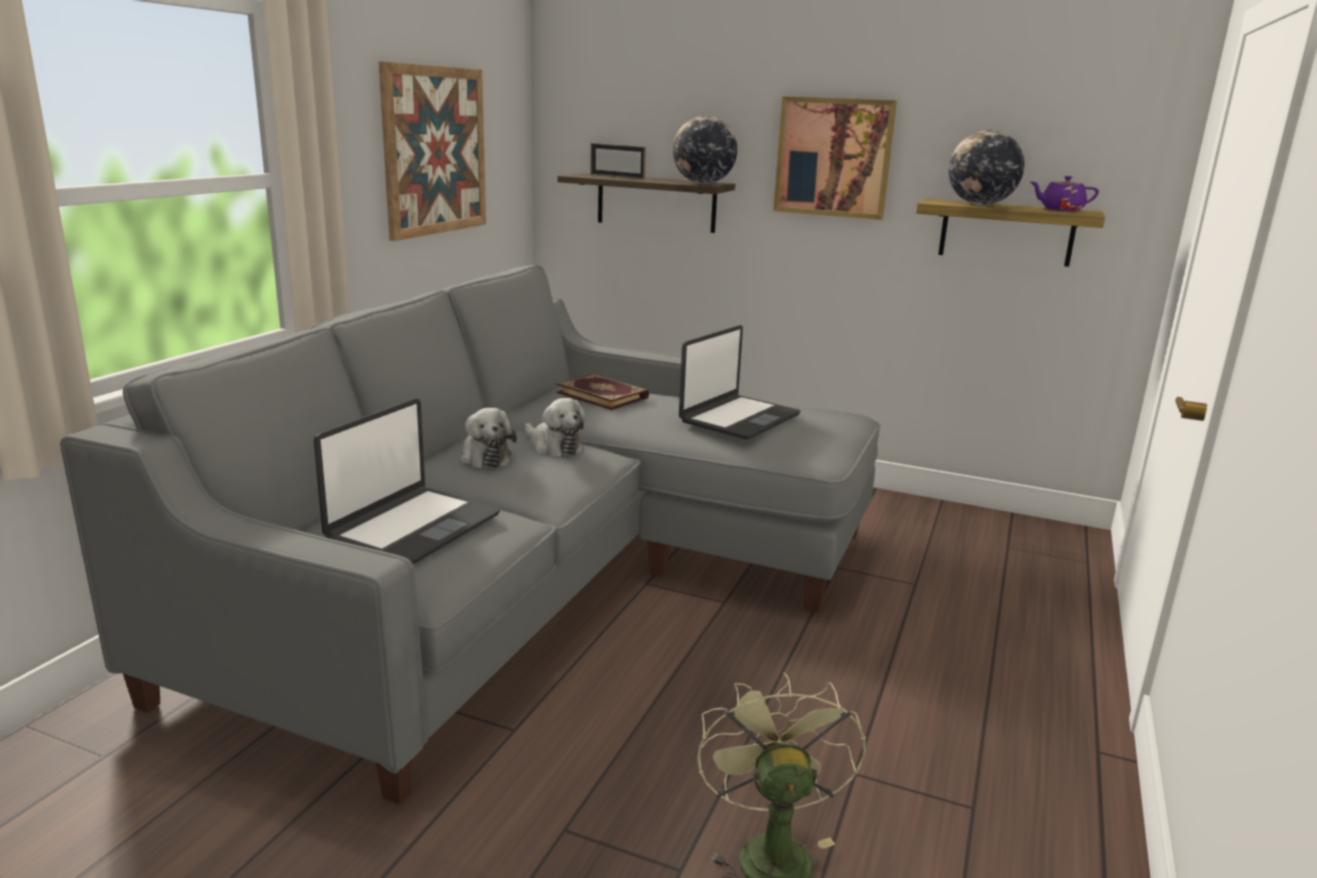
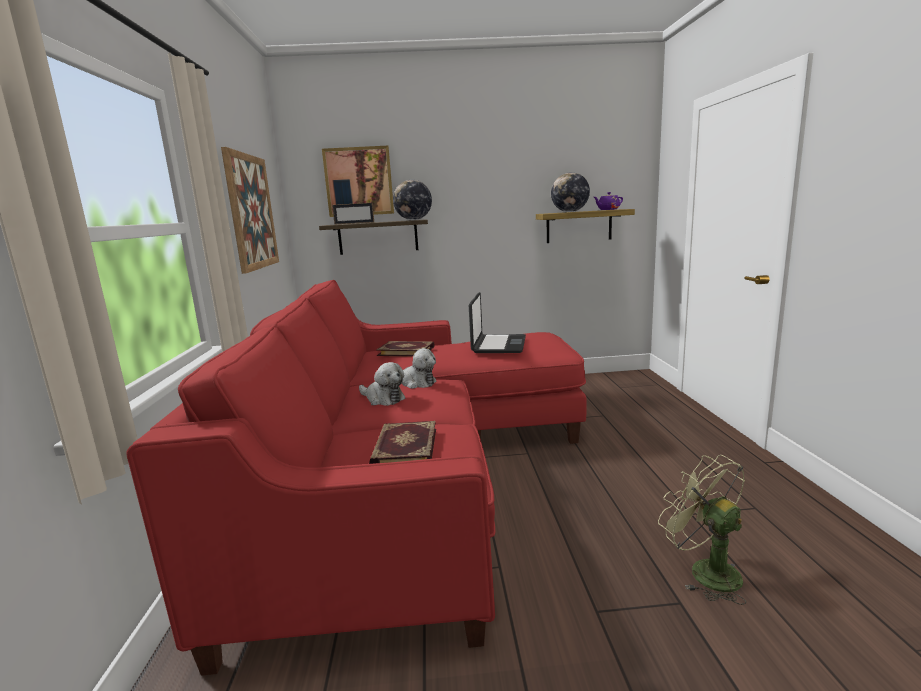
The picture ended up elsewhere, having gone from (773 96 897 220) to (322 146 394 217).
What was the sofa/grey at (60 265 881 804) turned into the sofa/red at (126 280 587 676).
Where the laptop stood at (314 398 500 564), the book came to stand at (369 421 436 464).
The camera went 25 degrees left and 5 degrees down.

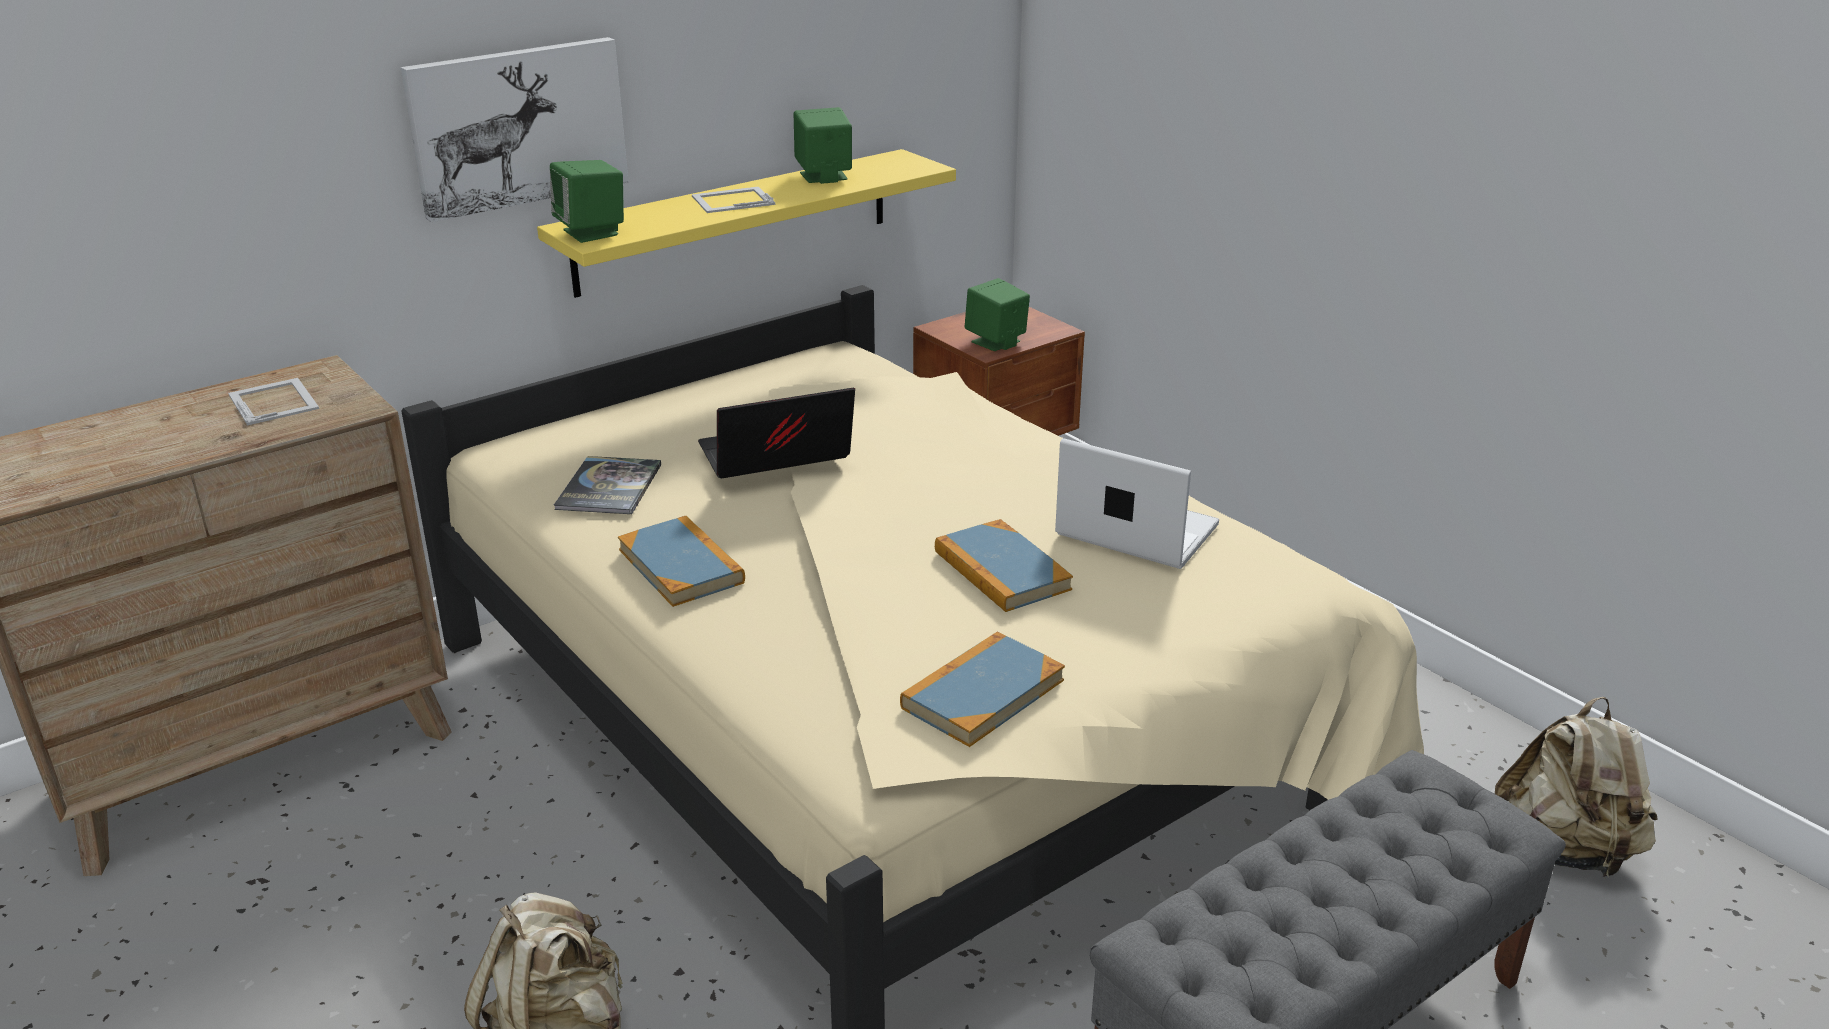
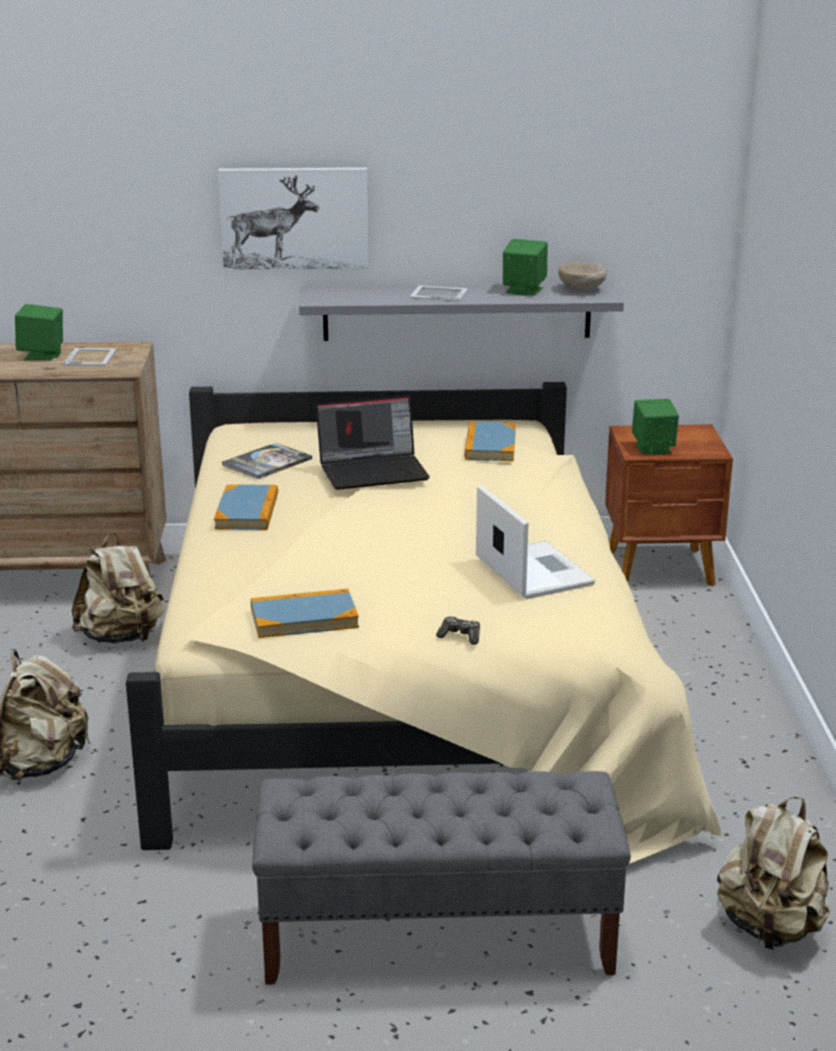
What was the shelf/yellow at (537 149 956 298) turned into the shelf/grey at (299 283 624 341).
The speaker/green ended up elsewhere, having gone from (550 160 624 243) to (15 304 63 360).
The laptop at (698 388 855 478) ended up facing another way, 150 degrees clockwise from before.
The book ended up elsewhere, having gone from (935 519 1073 612) to (464 422 516 461).
The second view gained the bowl/beige at (558 262 607 291).
The second view gained the backpack/beige at (72 532 164 643).
The second view gained the game controller at (436 616 480 645).
The camera went 35 degrees right and 5 degrees down.

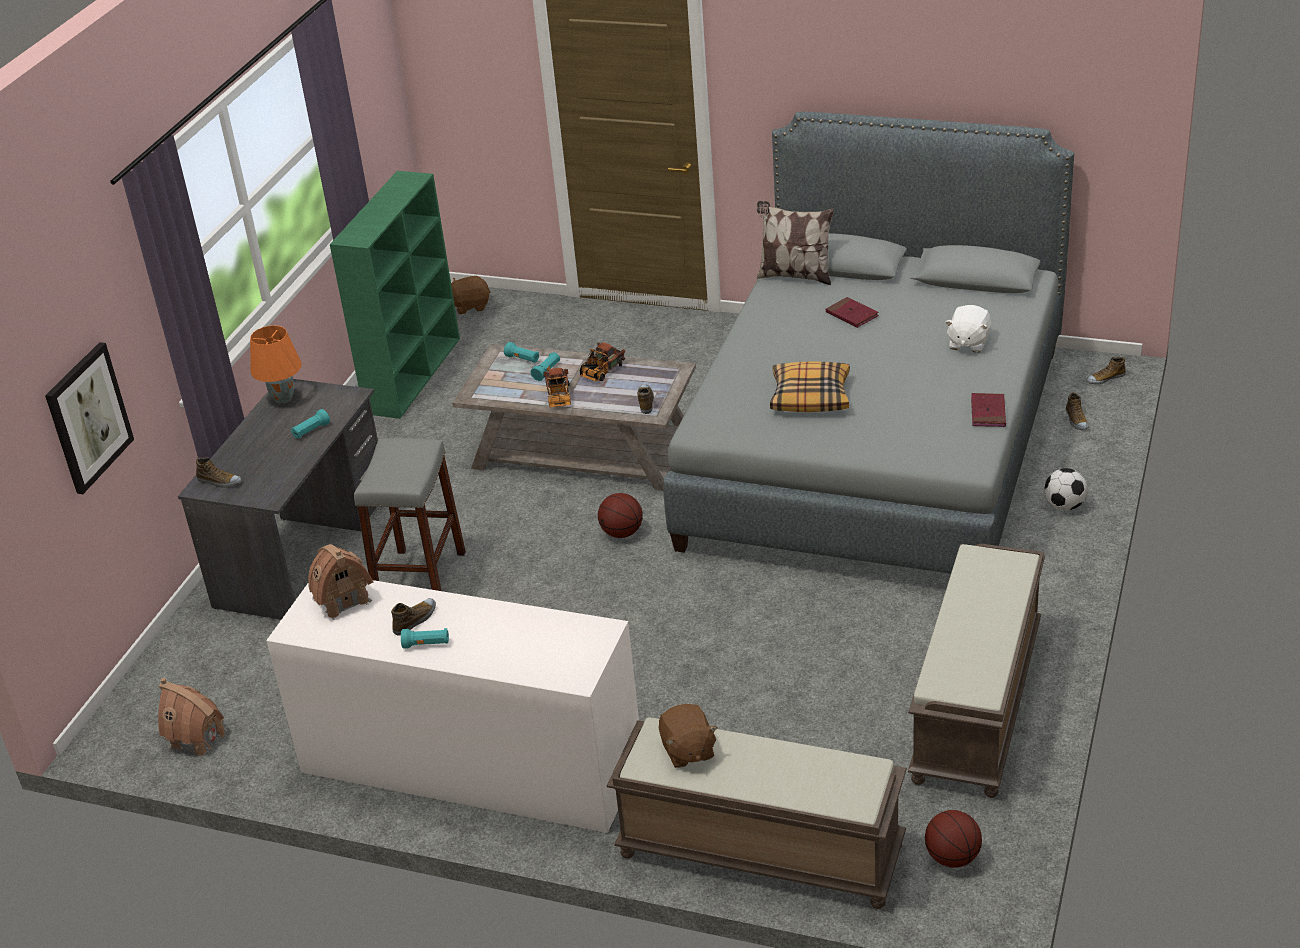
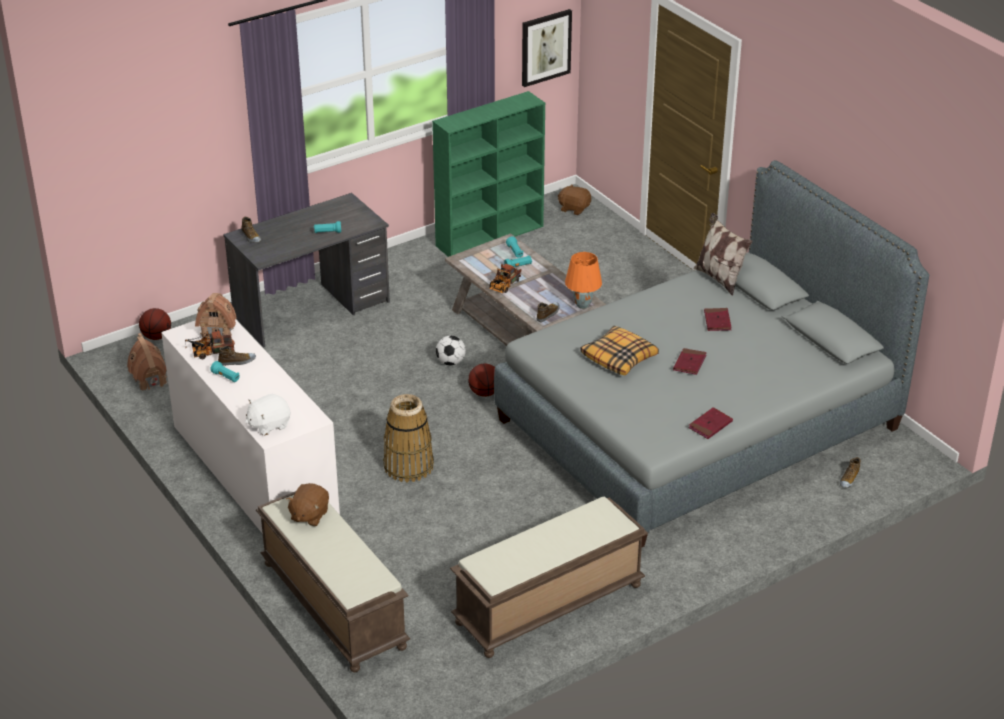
The plush toy/white ended up elsewhere, having gone from (945 305 991 353) to (245 394 291 436).
The table lamp/orange ended up elsewhere, having gone from (250 325 302 404) to (565 252 602 309).
The picture ended up elsewhere, having gone from (45 342 134 494) to (522 9 572 87).
The toy truck ended up elsewhere, having gone from (580 343 625 381) to (185 329 235 359).
The second view lost the shoe at (1086 357 1126 384).
The second view lost the stool/grey at (354 438 466 591).
The football ended up elsewhere, having gone from (1044 468 1088 510) to (436 336 466 365).
The basketball ended up elsewhere, having gone from (925 810 982 868) to (139 308 171 340).
The second view gained the book/red at (673 348 707 375).
The second view gained the basket at (383 394 434 482).
The camera went 35 degrees right and 0 degrees up.

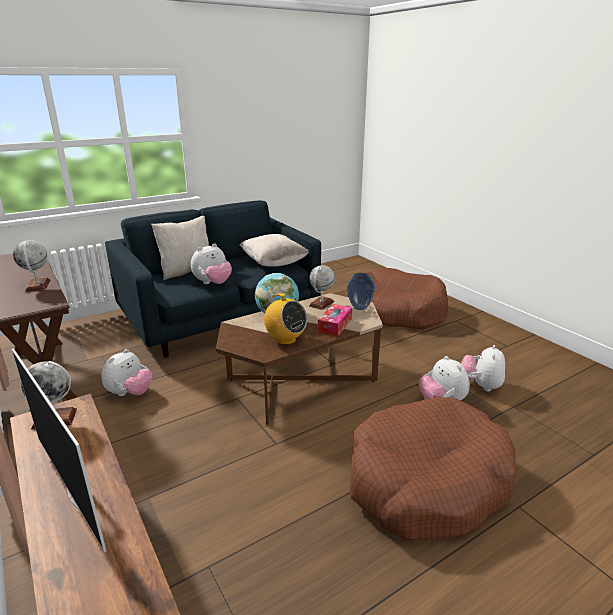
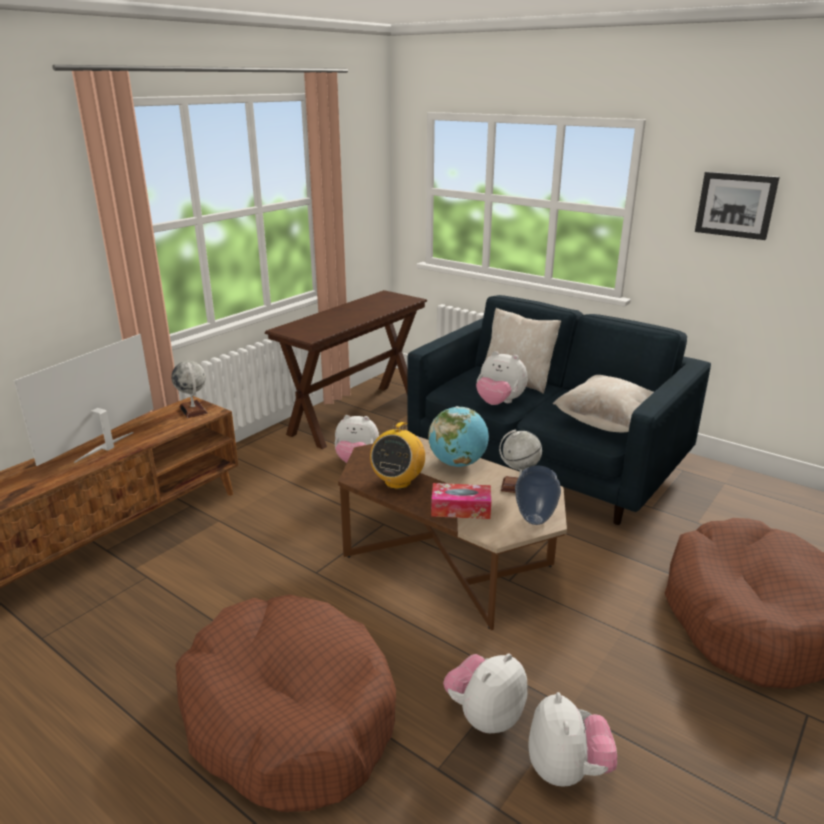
The second view lost the globe at (13 240 50 292).
The plush toy at (461 345 505 392) ended up facing another way, 90 degrees clockwise from before.
The second view gained the picture at (695 172 780 240).
The camera went 70 degrees right and 0 degrees up.

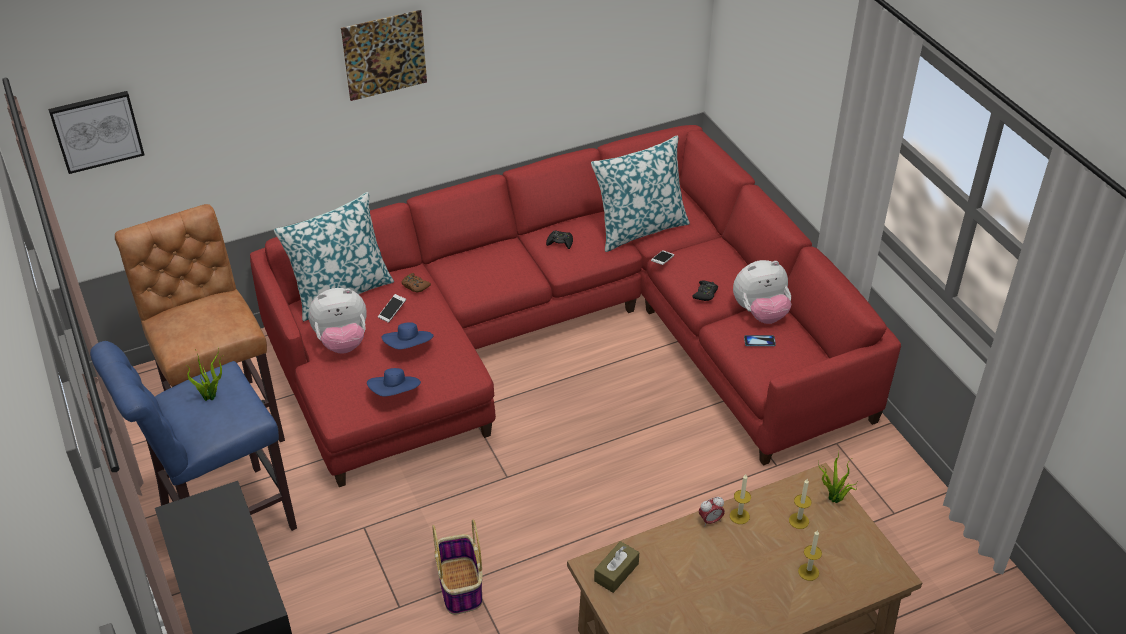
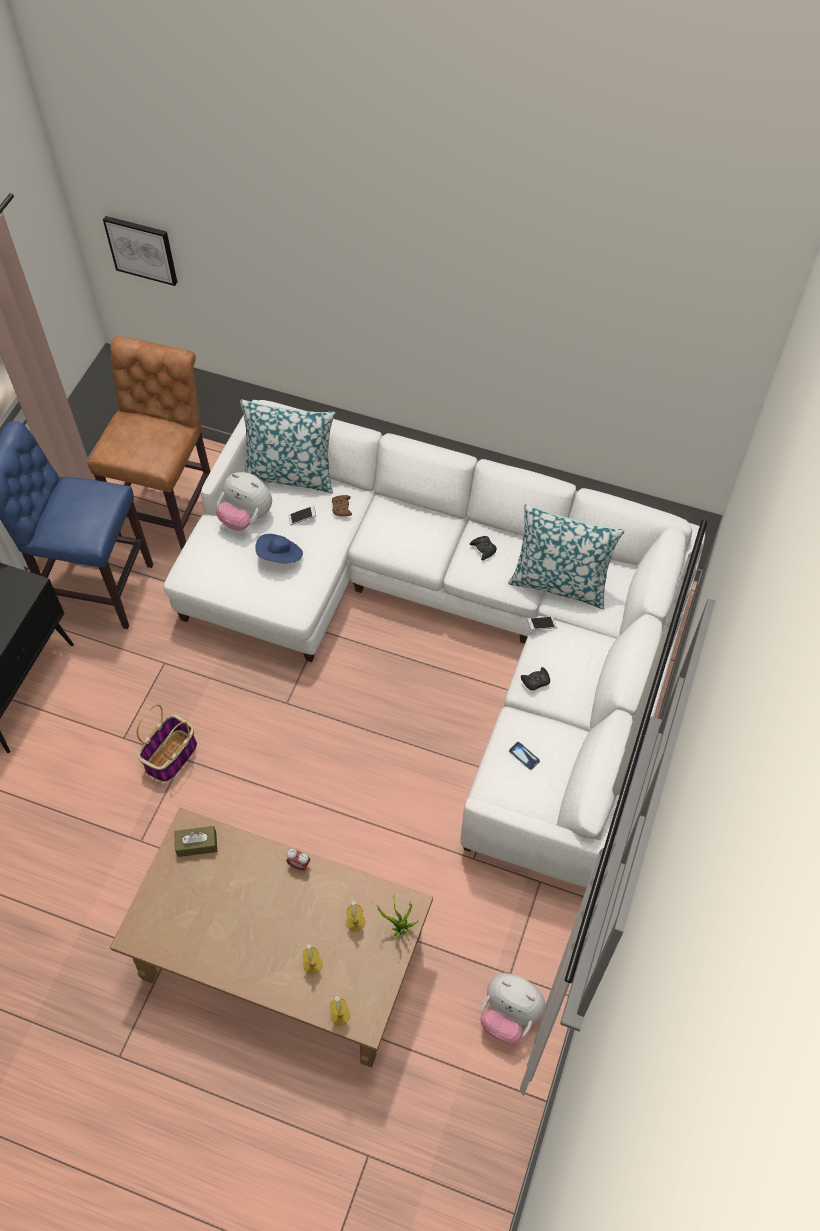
The second view lost the picture at (341 10 427 101).
What was the sofa/red at (250 125 901 487) turned into the sofa/white at (164 400 705 888).
The plush toy ended up elsewhere, having gone from (733 260 791 324) to (480 973 545 1044).
The second view lost the potted plant at (187 349 222 401).
The second view lost the hat/blue at (367 368 421 397).
The candle ended up elsewhere, having gone from (730 474 751 524) to (330 997 350 1025).
The camera went 45 degrees right and 15 degrees up.

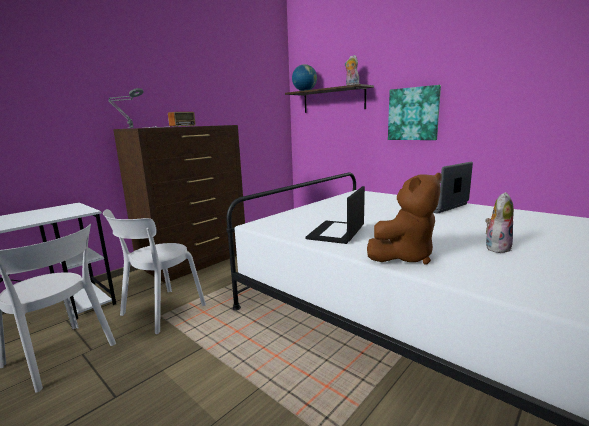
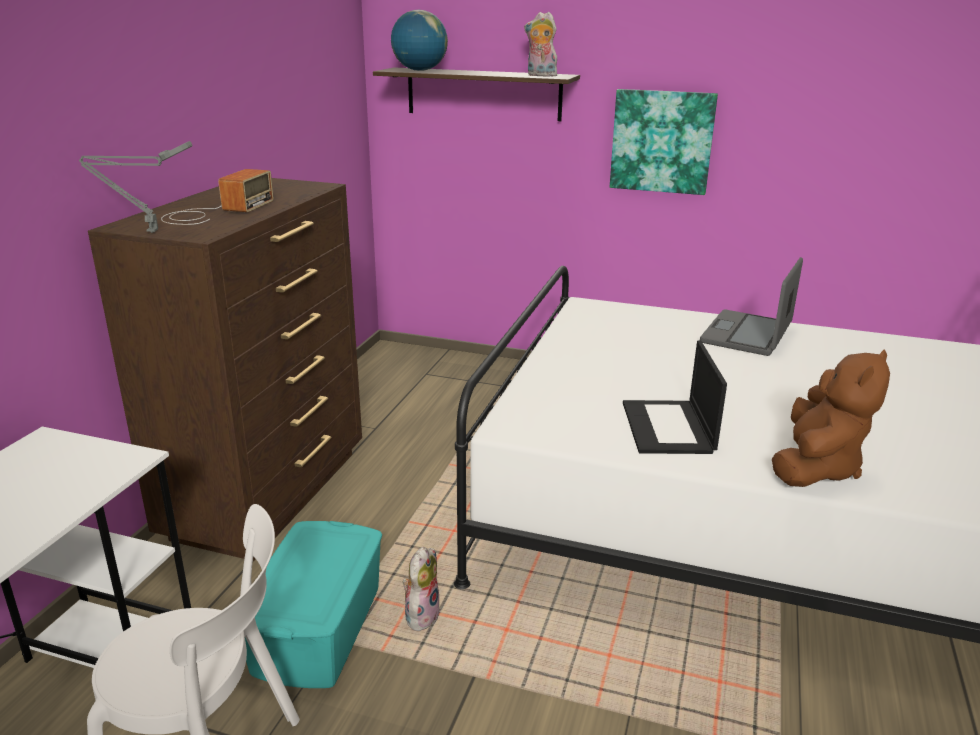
The plush toy ended up elsewhere, having gone from (485 192 514 253) to (402 547 439 631).
Where the chair/white stood at (103 209 206 334), the storage box/turquoise came to stand at (245 521 382 688).
The camera went 25 degrees left and 10 degrees up.

